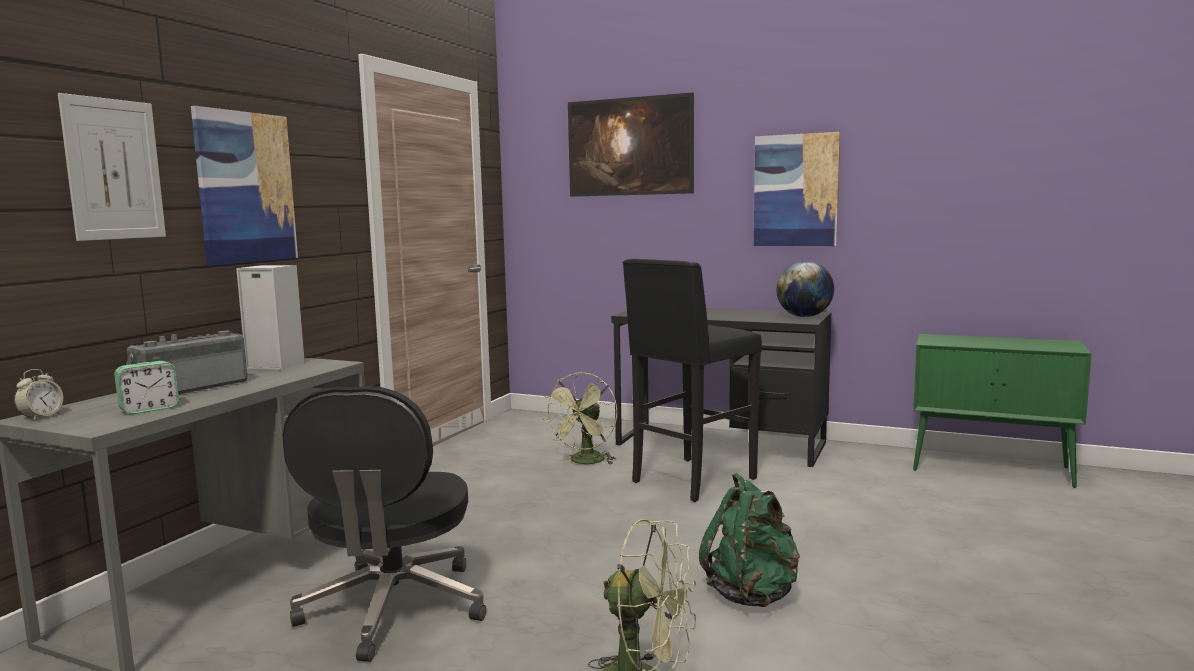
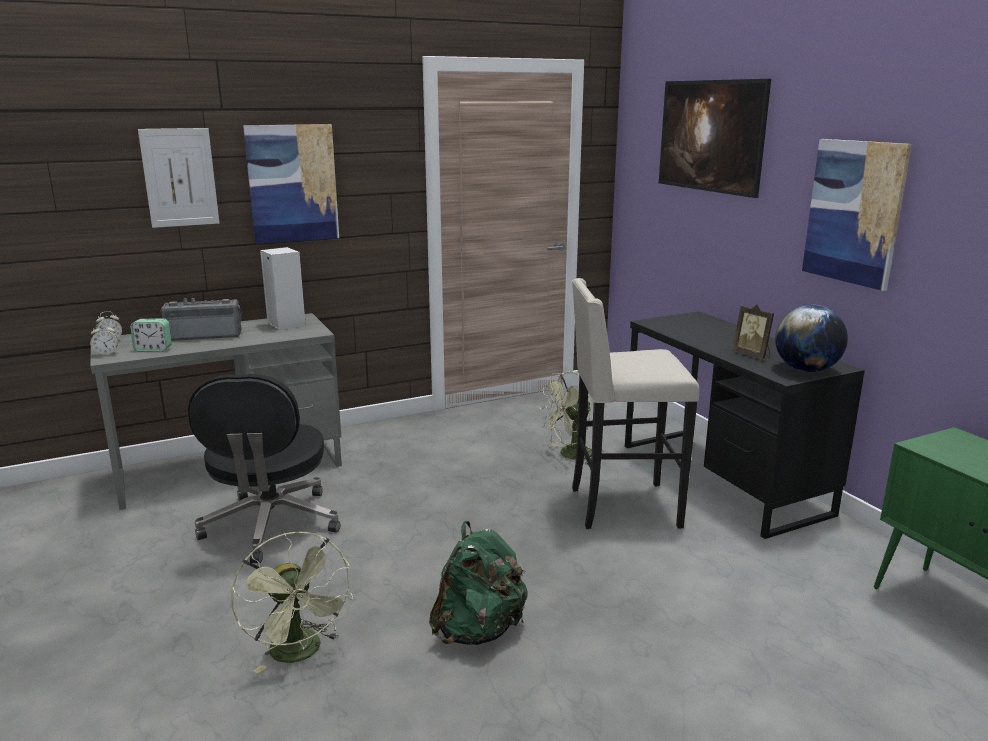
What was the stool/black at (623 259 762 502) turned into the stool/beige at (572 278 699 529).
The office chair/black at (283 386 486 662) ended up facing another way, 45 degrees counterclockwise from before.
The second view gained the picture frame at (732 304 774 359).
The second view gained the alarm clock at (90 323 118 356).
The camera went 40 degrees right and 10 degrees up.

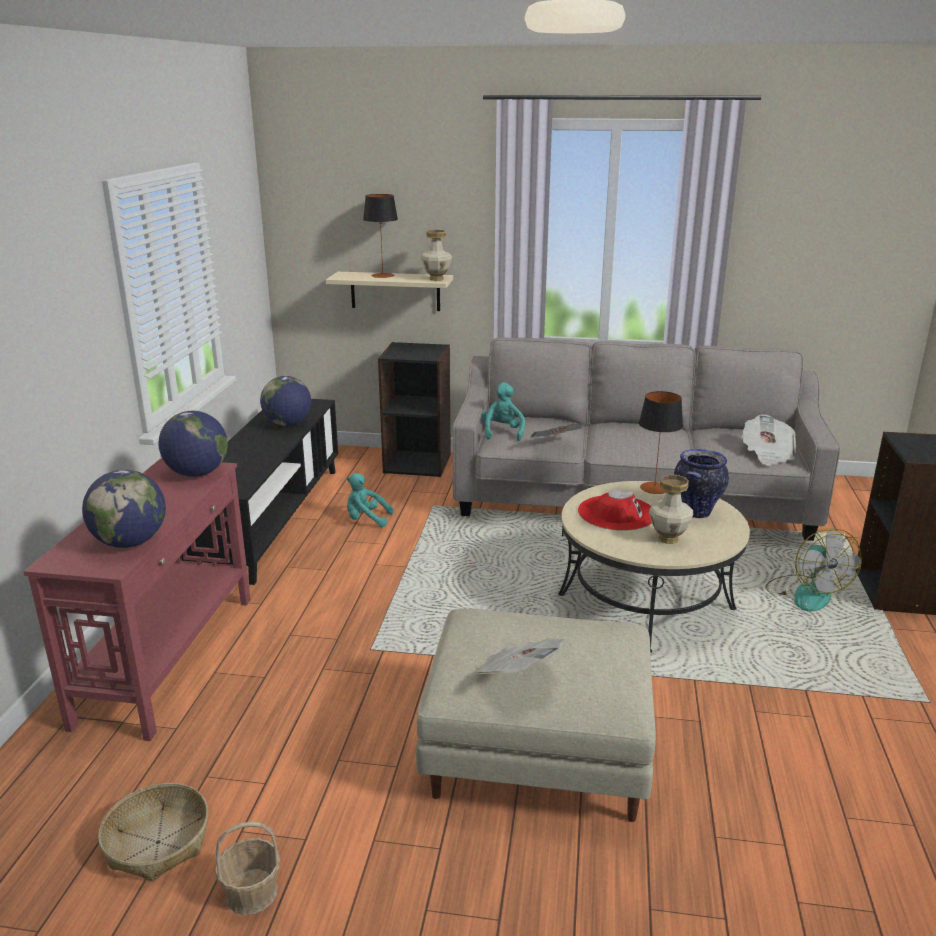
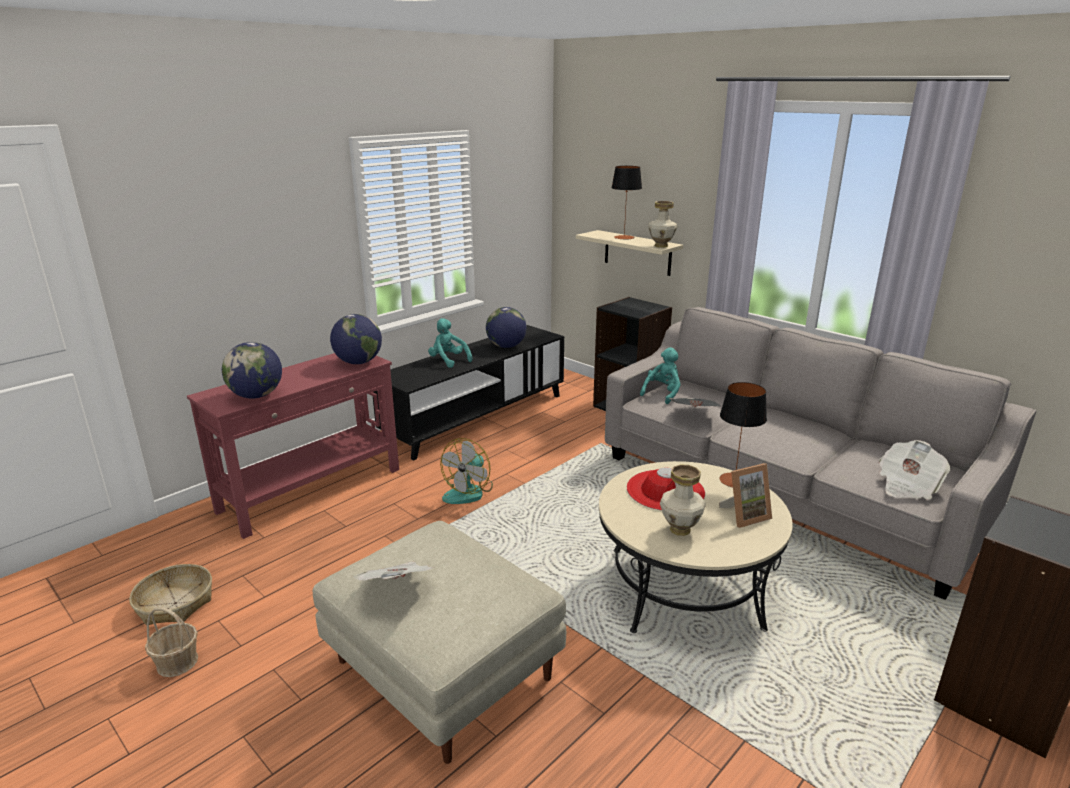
Where the vase stood at (674 449 729 518), the picture frame came to stand at (719 463 772 528).
The plush toy/turquoise ended up elsewhere, having gone from (347 473 393 527) to (428 318 472 368).
The fan ended up elsewhere, having gone from (766 528 862 611) to (440 438 493 504).
The camera went 35 degrees right and 0 degrees up.

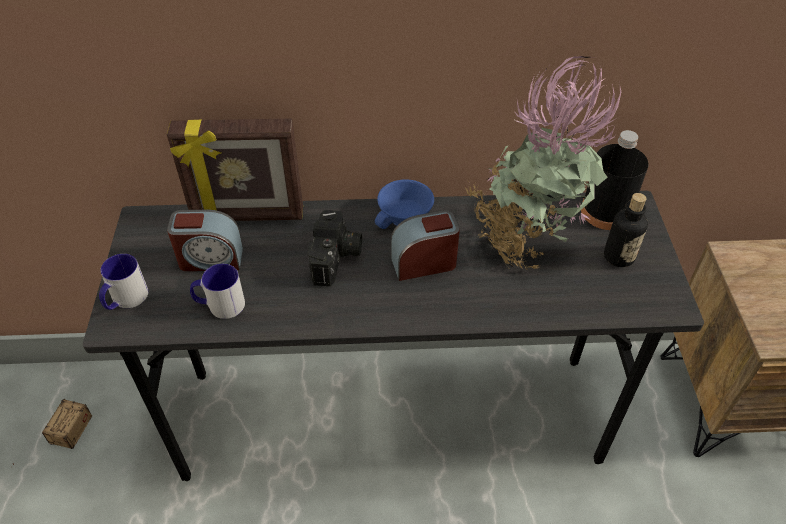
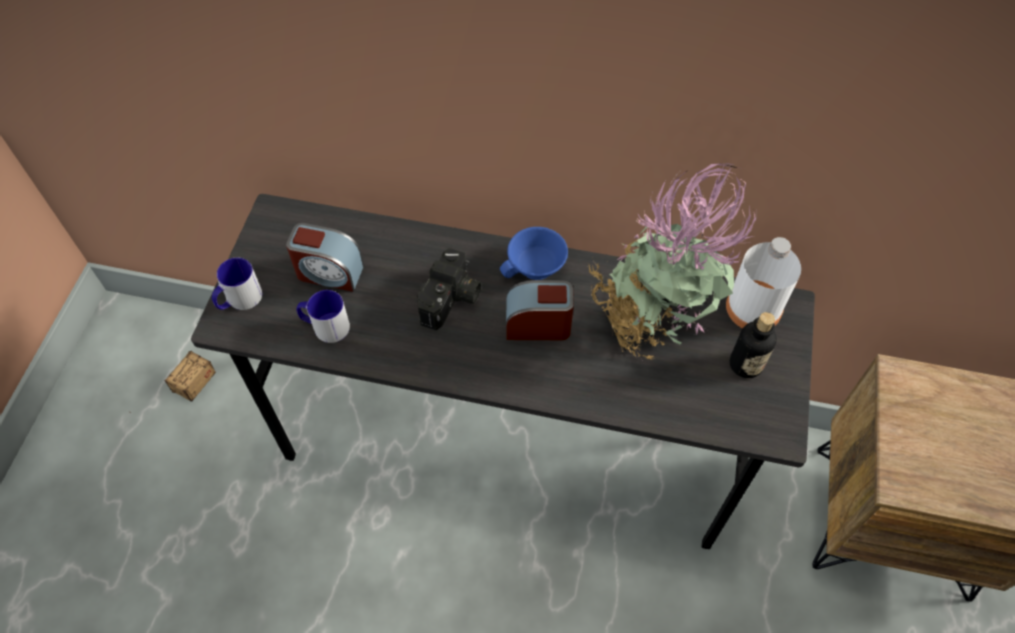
The second view lost the picture frame at (167 119 303 221).
What was the bottle/black at (581 130 648 230) turned into the bottle/white at (726 237 801 328).
The camera went 15 degrees right and 10 degrees up.

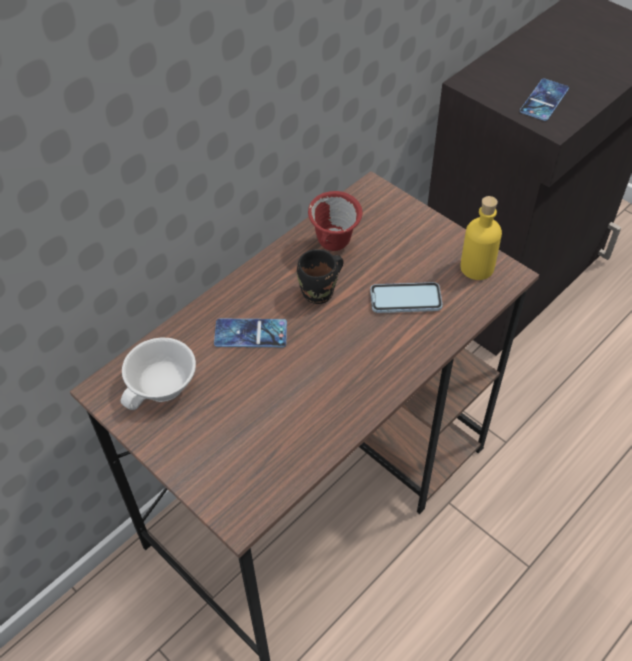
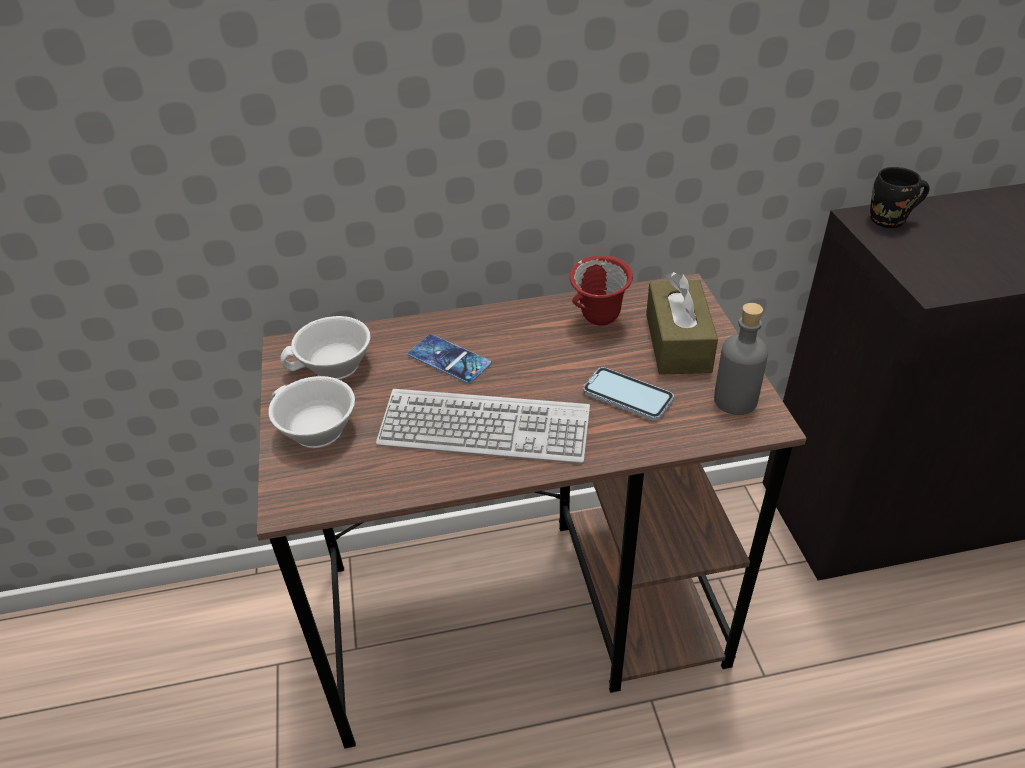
The second view lost the phone at (520 78 569 121).
What was the bottle/yellow at (460 196 502 280) turned into the bottle/grey at (714 303 768 415).
The mug/black ended up elsewhere, having gone from (297 249 343 304) to (870 167 930 228).
The second view gained the tissue box/brown at (646 272 718 375).
The second view gained the cup/white at (268 376 355 448).
The second view gained the keyboard at (376 389 590 464).
The camera went 35 degrees right and 10 degrees down.

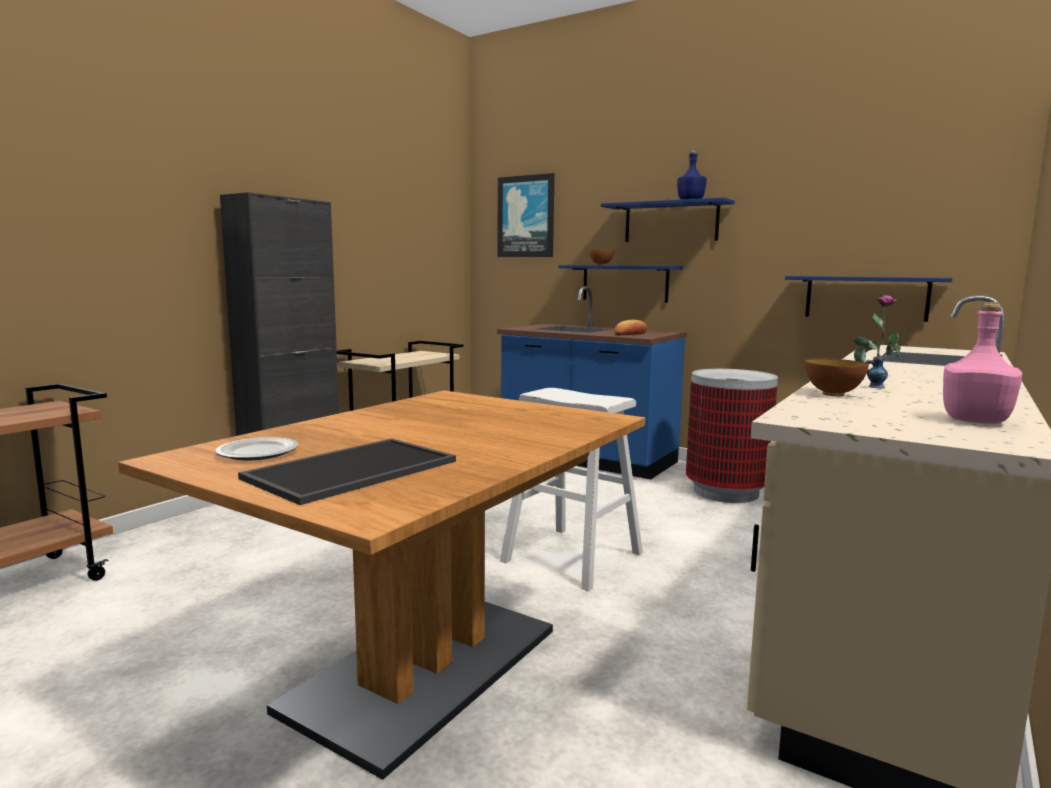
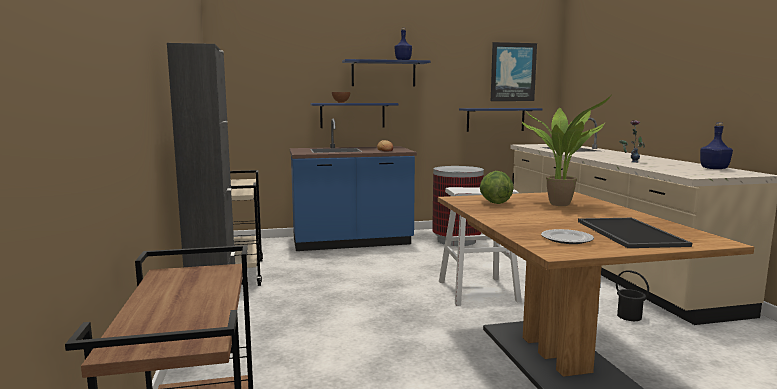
The picture ended up elsewhere, having gone from (497 173 555 257) to (491 42 537 101).
What was the bottle/pink at (943 302 1022 424) turned into the bottle/blue at (700 122 733 169).
The second view lost the bowl at (805 359 869 396).
The second view gained the potted plant at (522 94 612 206).
The second view gained the lettuce at (480 171 514 204).
The second view gained the bucket/black at (616 270 649 321).
The camera went 45 degrees left and 0 degrees up.

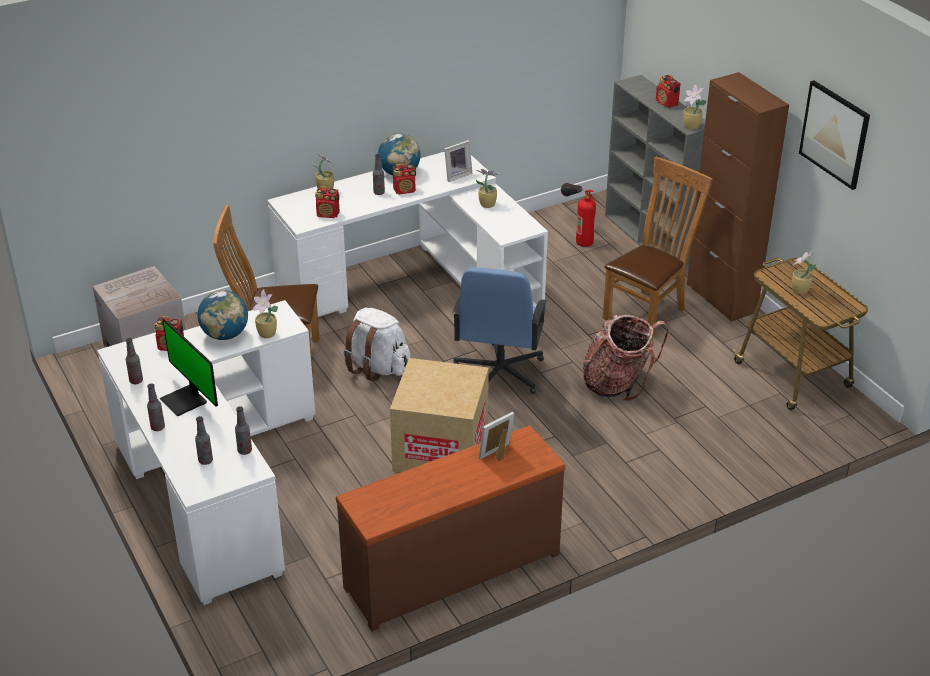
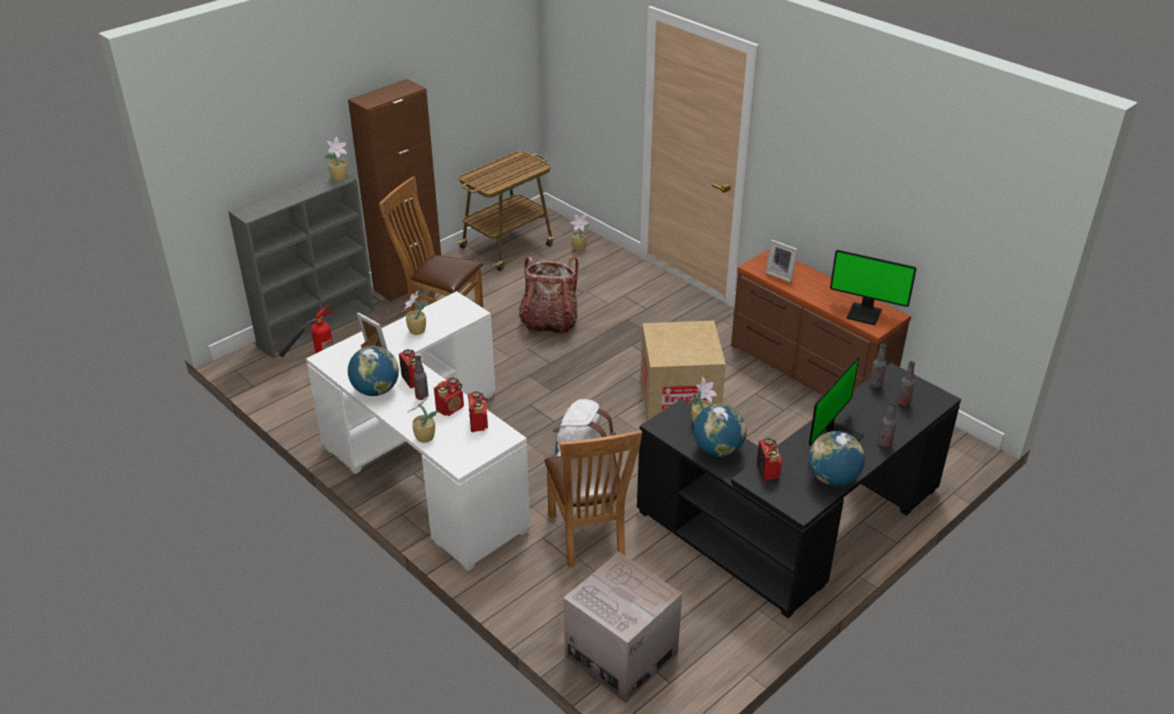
The radio ended up elsewhere, having gone from (656 74 681 108) to (434 377 464 416).
The second view lost the picture at (799 80 870 190).
The potted plant ended up elsewhere, having gone from (792 250 816 294) to (570 215 589 250).
The second view lost the office chair/blue at (452 267 547 394).
What was the desk/white at (97 300 315 605) turned into the desk/black at (637 363 961 618).
Where the bottle stood at (126 338 143 384), the globe came to stand at (808 431 865 487).
The second view gained the monitor at (830 250 917 325).
The camera went 105 degrees left and 0 degrees up.

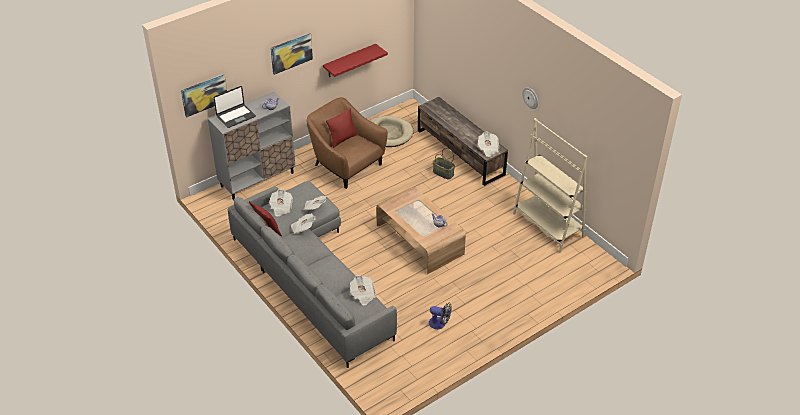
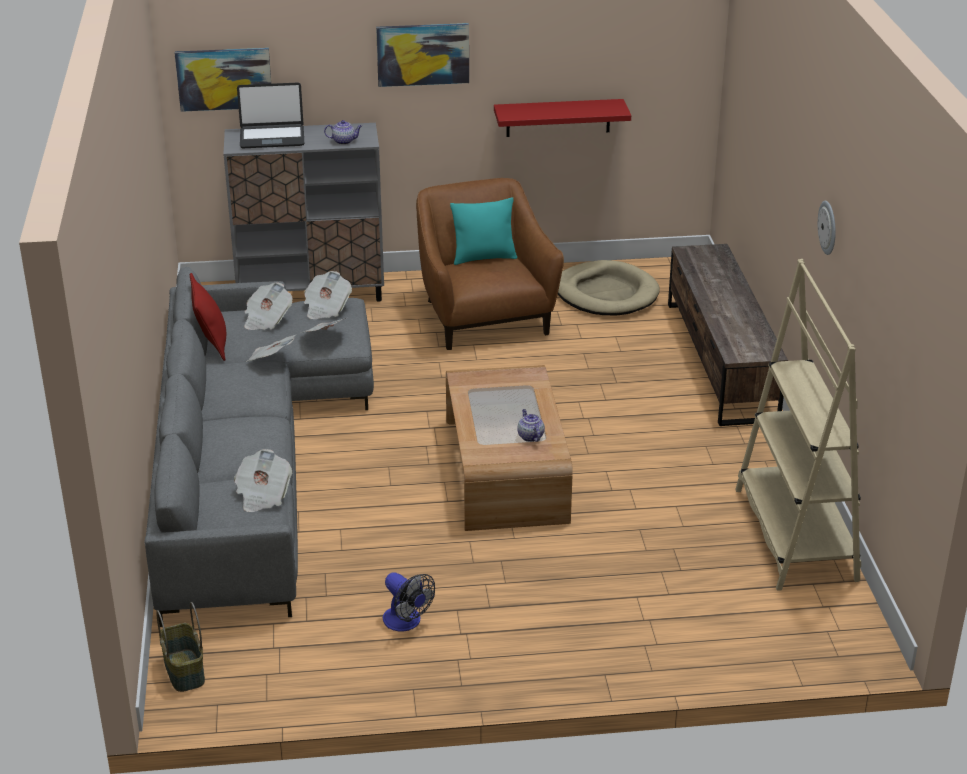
What was the pillow/red at (326 108 358 148) turned into the pillow/turquoise at (450 197 517 265).
The newspaper ended up elsewhere, having gone from (478 131 499 157) to (304 271 352 319).
The basket ended up elsewhere, having gone from (433 148 455 180) to (156 602 205 692).
The camera went 30 degrees right and 10 degrees down.

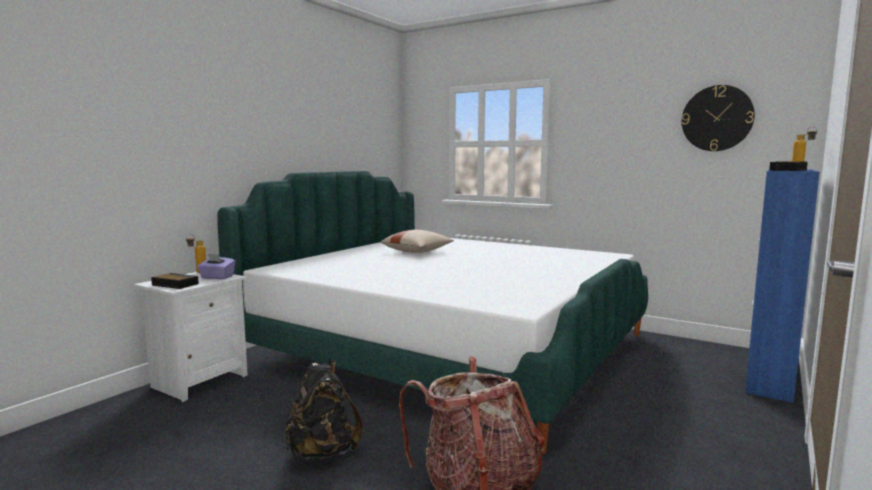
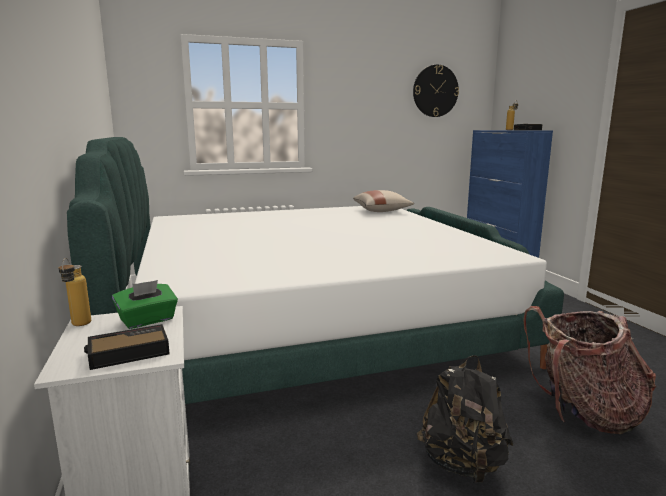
The pillow/beige ended up elsewhere, having gone from (381 230 454 253) to (353 190 414 212).
What was the tissue box/purple at (197 254 236 279) turned into the tissue box/green at (112 280 178 329).
The camera went 50 degrees left and 5 degrees up.

